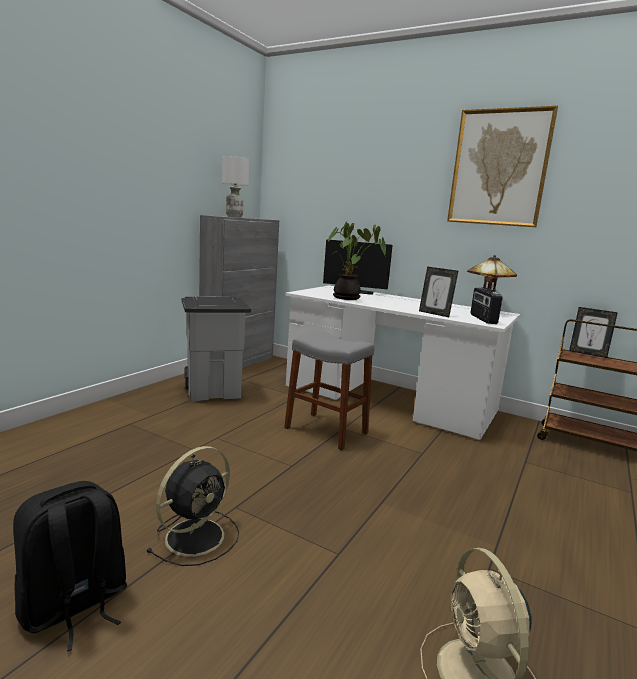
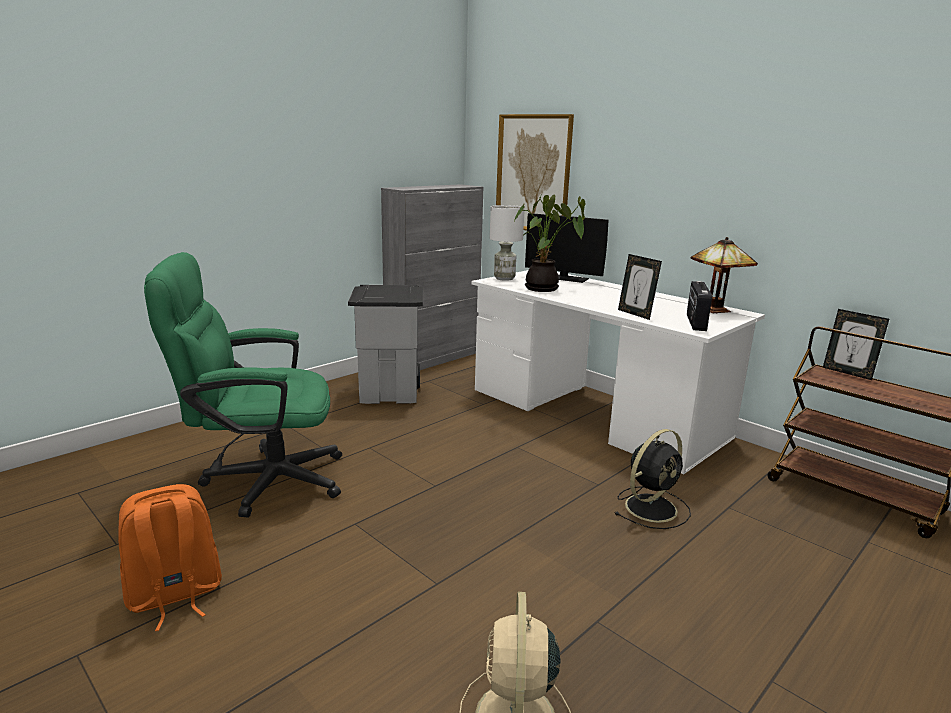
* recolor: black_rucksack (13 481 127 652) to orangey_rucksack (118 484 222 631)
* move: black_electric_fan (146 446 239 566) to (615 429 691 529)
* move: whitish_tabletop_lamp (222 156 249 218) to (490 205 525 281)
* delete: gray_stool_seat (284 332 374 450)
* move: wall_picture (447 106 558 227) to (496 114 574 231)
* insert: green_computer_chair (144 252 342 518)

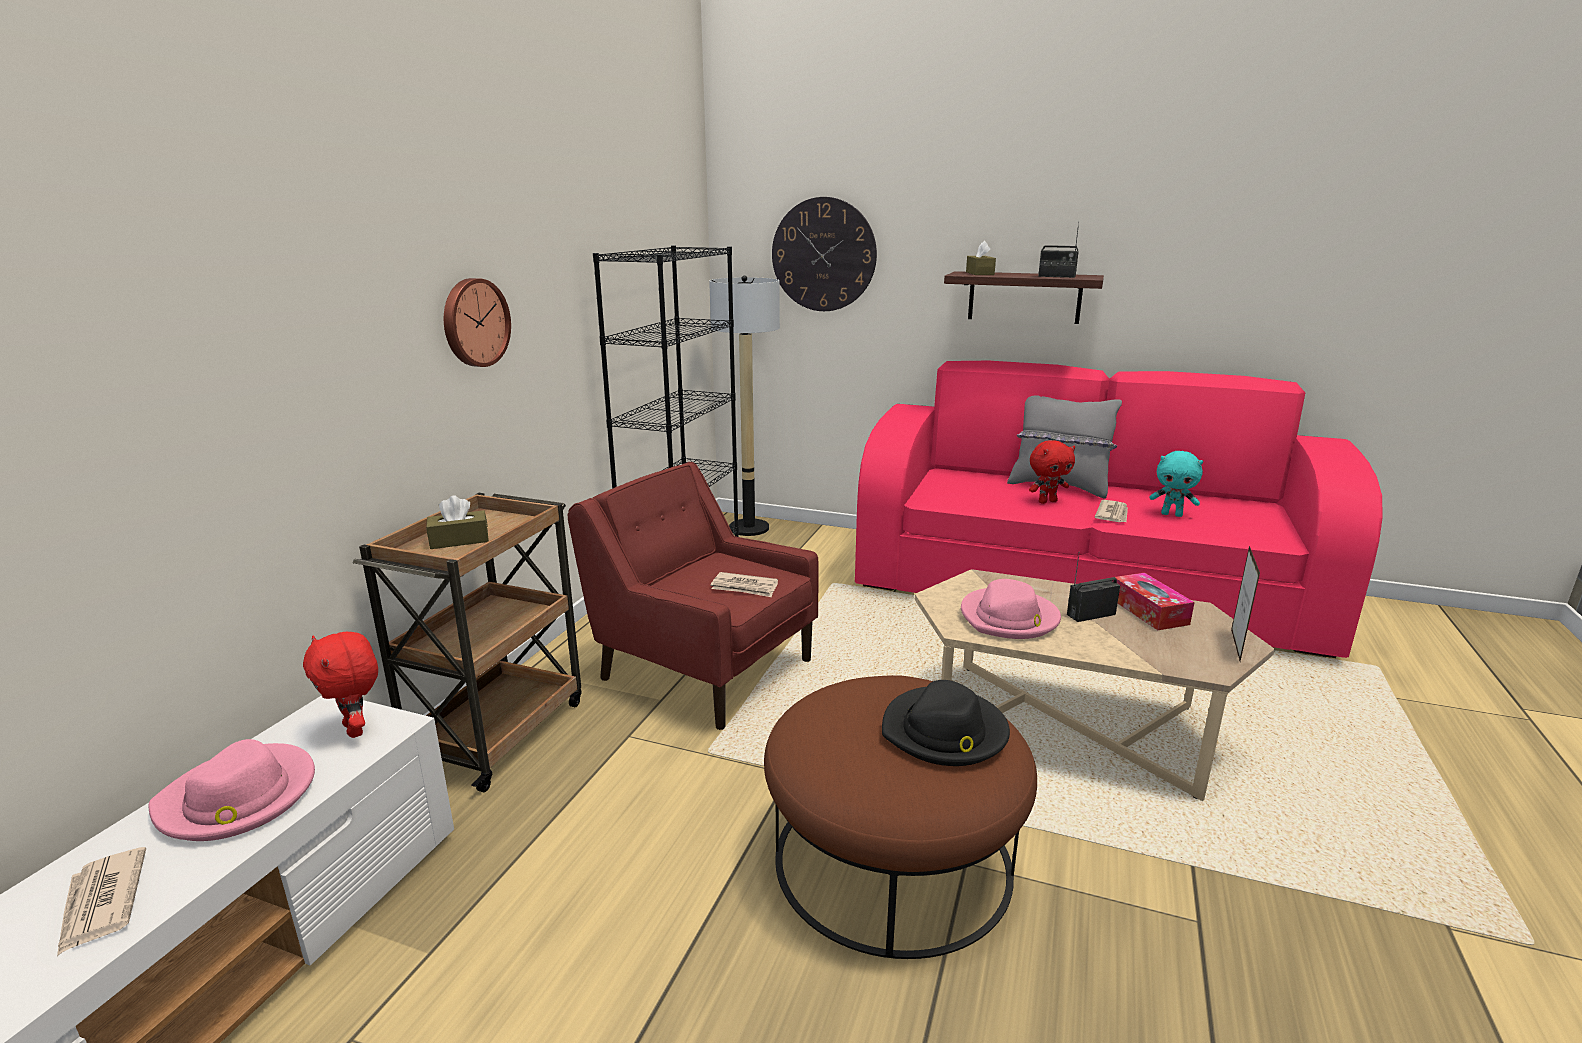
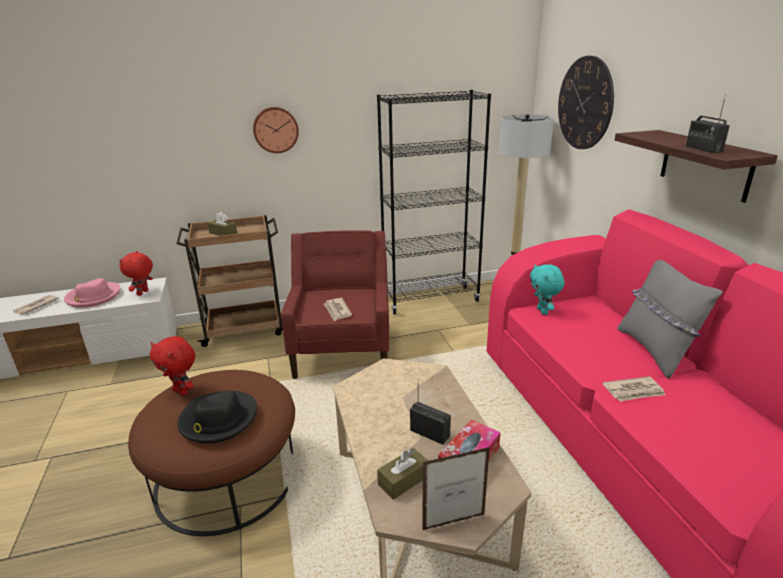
* delete: pink_wearable_hat (961 579 1061 639)
* move: brown-coloured_tissue_box (966 241 996 275) to (377 448 428 500)
* move: red_soft_toy (1029 440 1075 504) to (150 336 195 396)
* move: turquoise_soft_toy (1150 451 1203 517) to (530 264 564 315)

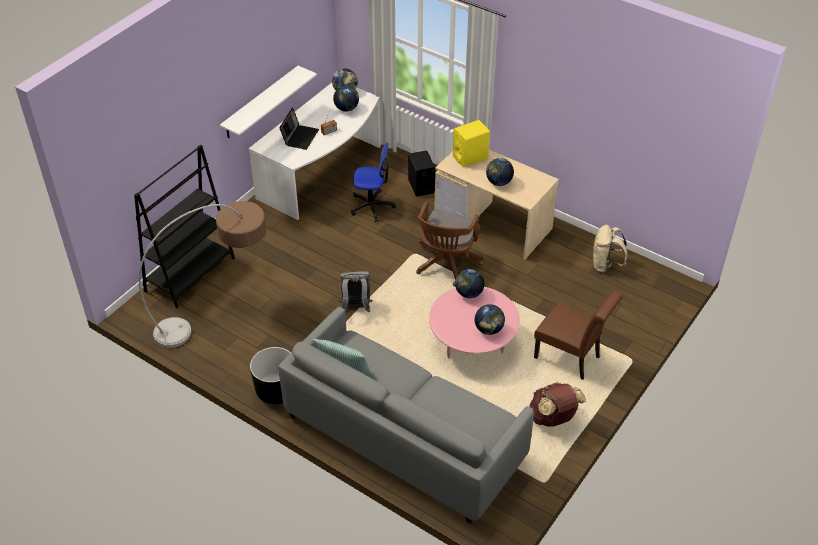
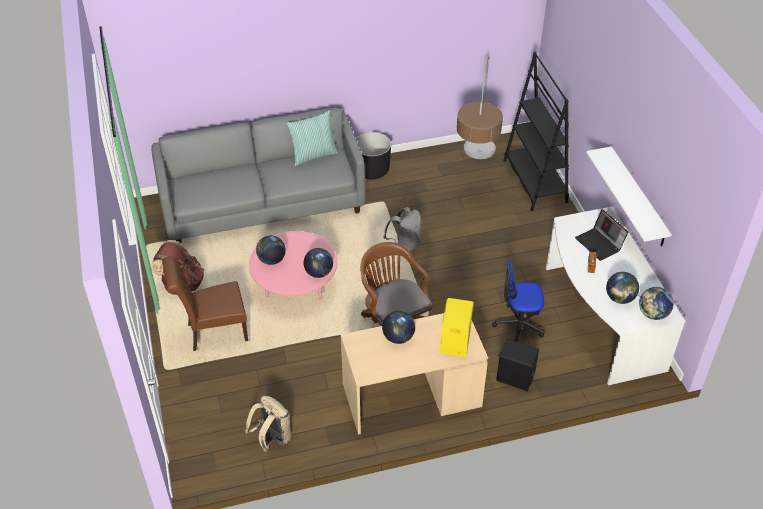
* rotate: computer_chair (351 143 396 222) = (492 259 545 342) 45 degrees clockwise

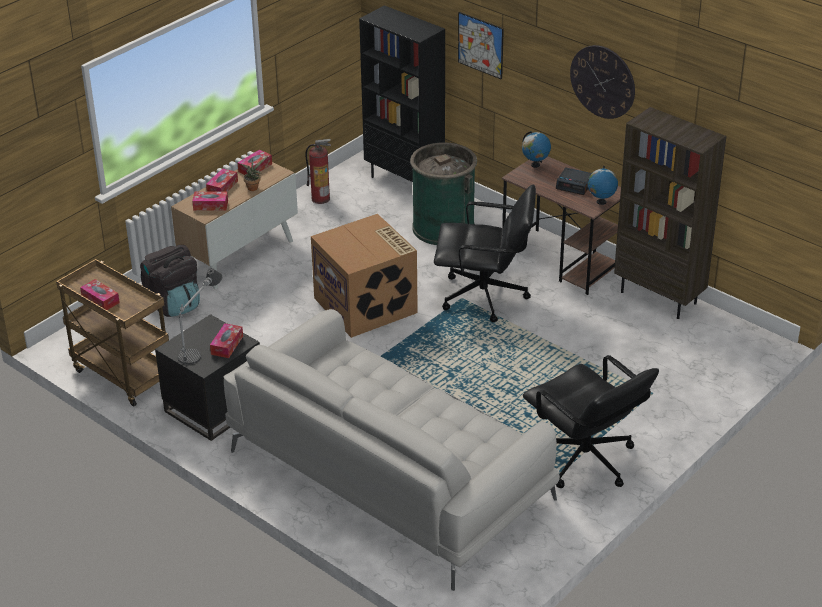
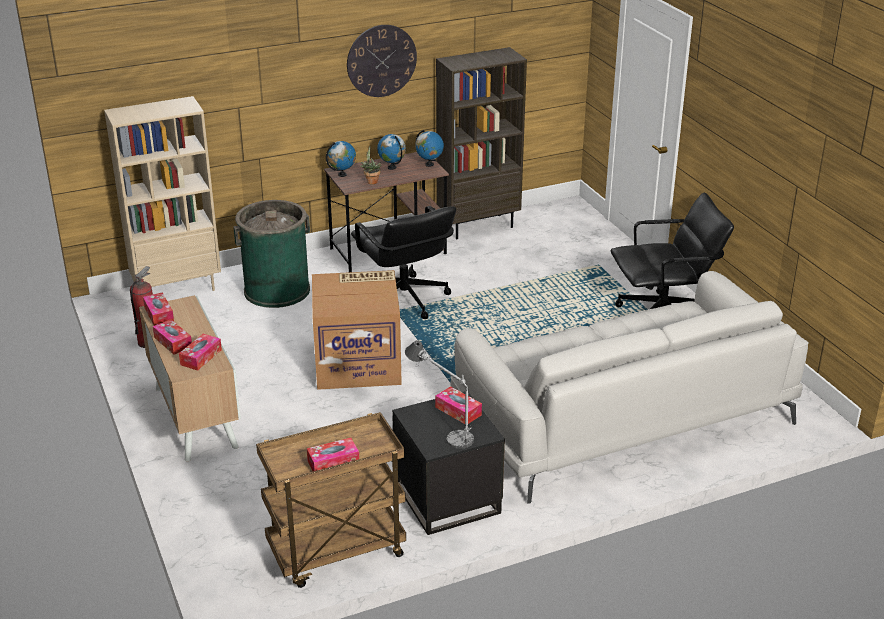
* delete: black_rucksack (140 245 200 317)
* move: houseplant (241 156 268 191) to (360 146 381 185)
* recolor: black_bookcase (359 5 445 182) to beige_bookcase (104 96 221 291)
* rotate: black_computer_chair (434 185 536 322) = (351 206 456 319) 120 degrees clockwise
* delete: wall_picture (458 12 504 80)
* replace: table_clock (556 167 592 195) to world_globe (377 134 406 170)

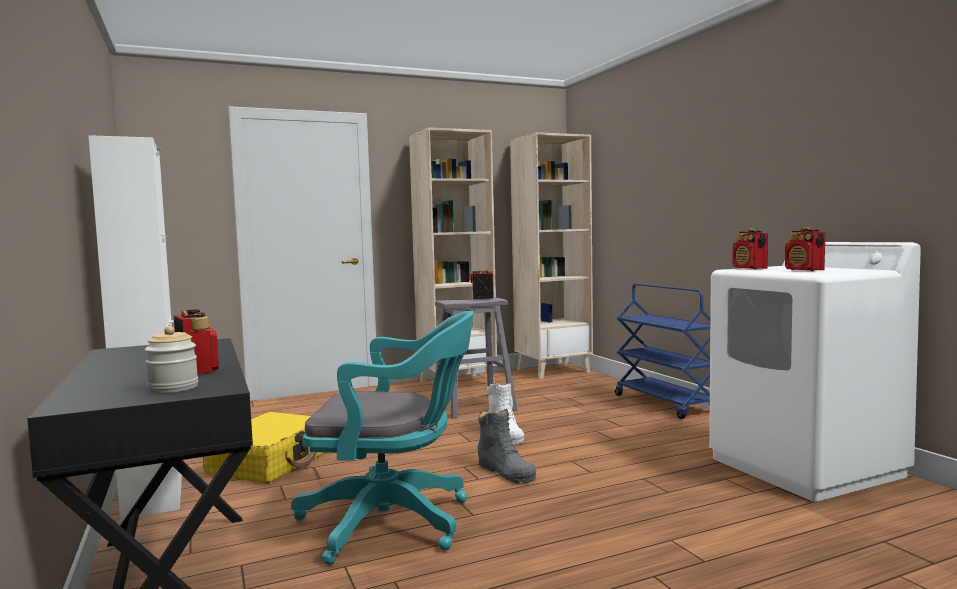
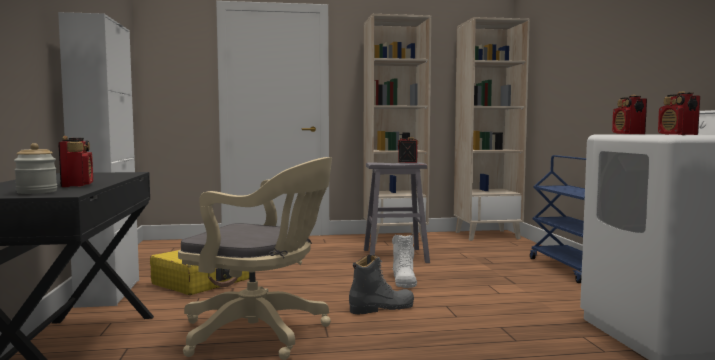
* recolor: turquoise_computer_chair (291 311 474 565) to beige_computer_chair (178 157 332 360)
* rotate: gray_boot (478 409 536 483) = (349 255 414 314) 90 degrees counterclockwise

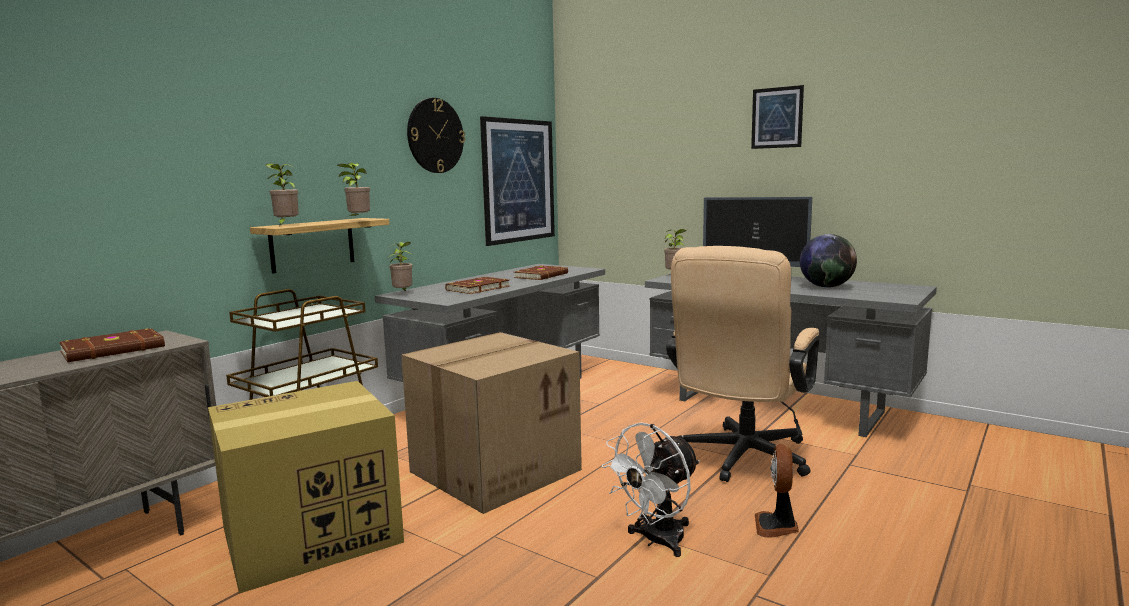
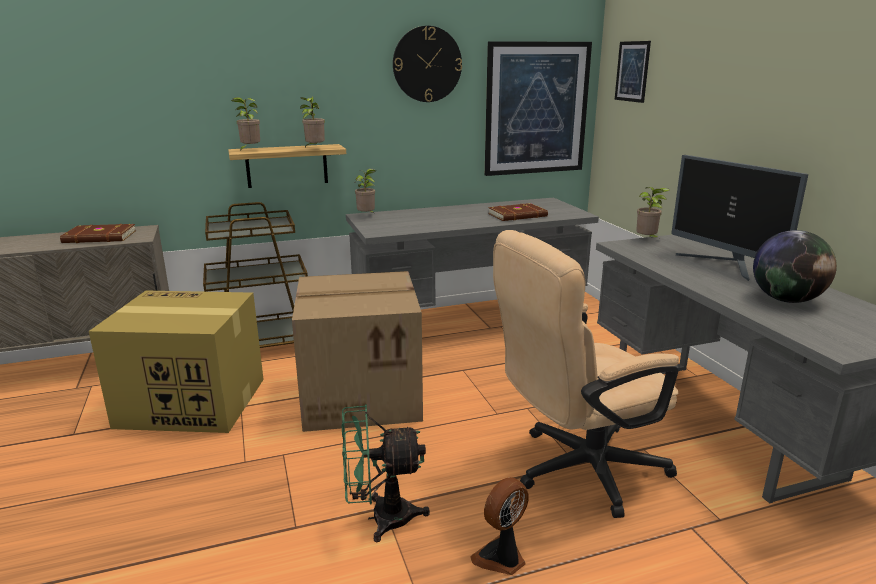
* delete: brown-coloured_bound_book (445 277 509 294)
* recolor: whitish_electric_fan (602 422 700 557) to green_electric_fan (342 405 430 542)
* move: wall_picture (751 85 804 149) to (614 41 651 103)

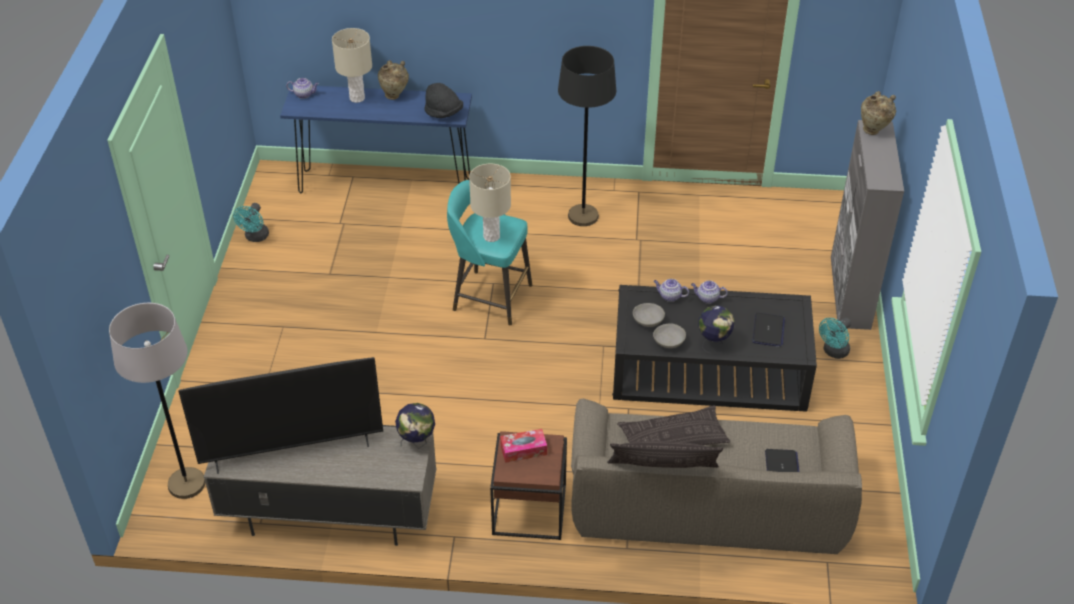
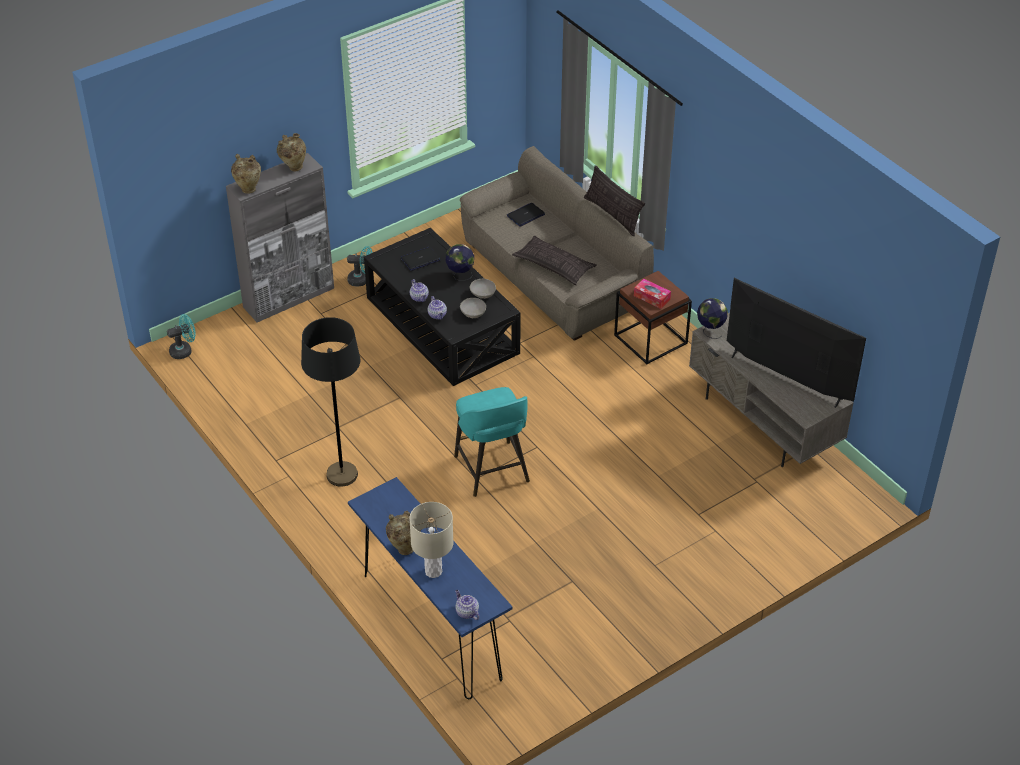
* delete: gray_standing_lamp (109 303 205 499)
* move: turquoise_electric_fan (233 203 269 242) to (167 314 196 359)
* delete: black_wearable_hat (424 83 463 118)
* delete: beige_tabletop_lamp (469 164 511 242)
* insert: beige_vase (277 133 306 171)

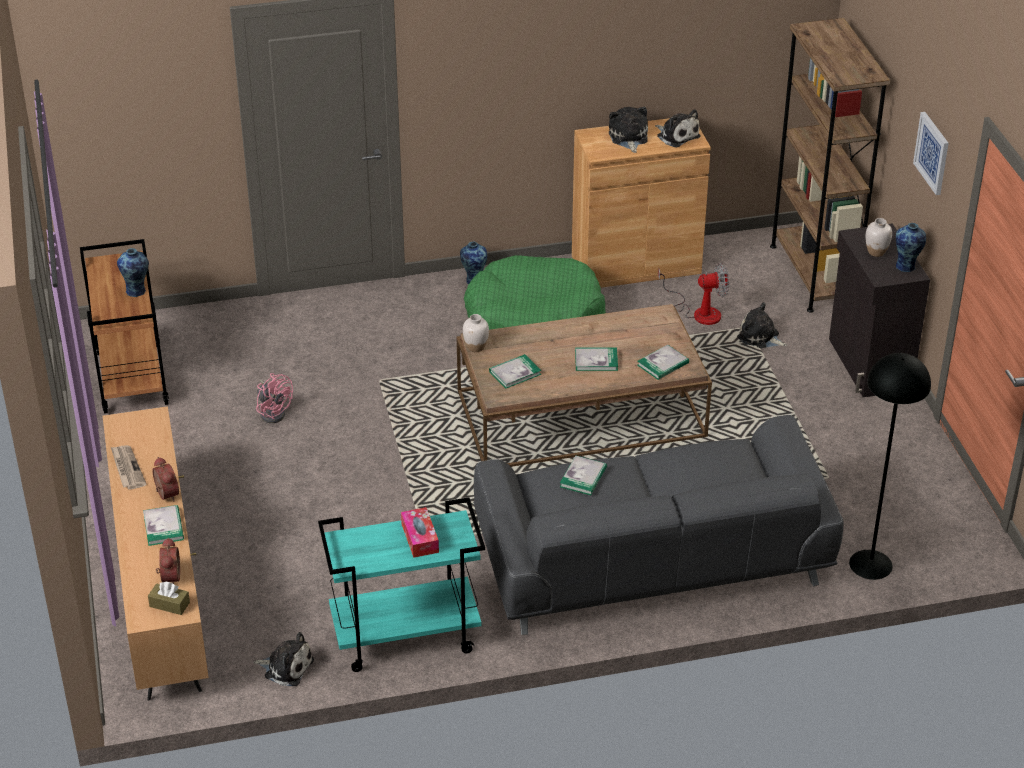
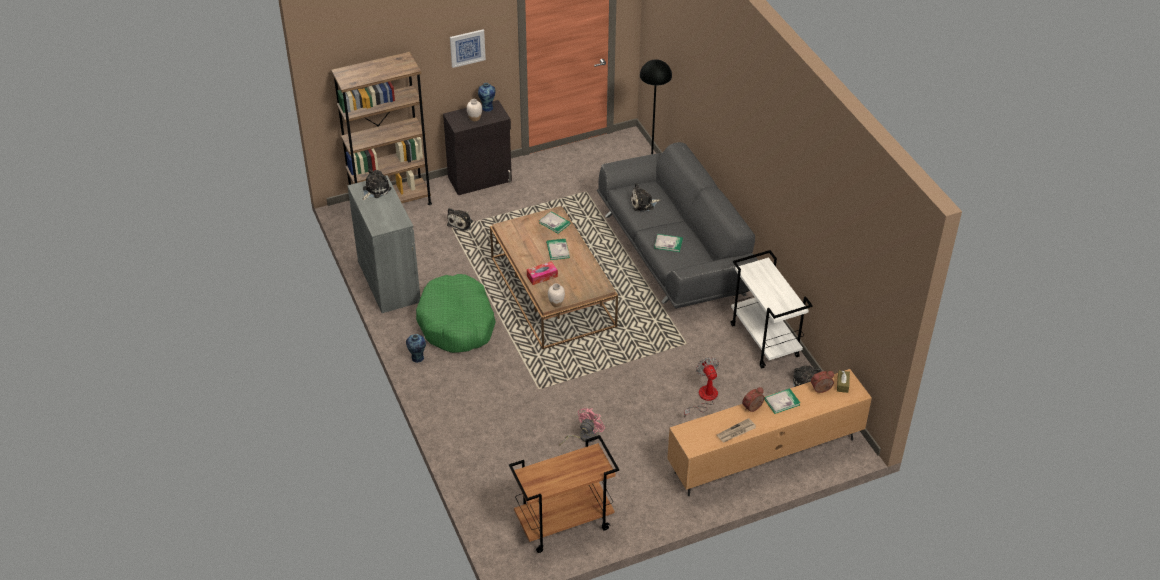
* delete: vase (117 248 149 297)
* recolor: turquoise_trolley (318 497 485 672) to whitish_trolley (731 250 813 368)
* move: tissue_box (401 507 439 558) to (527 261 558 285)
* delete: bound_book (489 354 542 388)
* recolor: brown-coloured_cupboard (572 118 711 288) to gray_cupboard (348 175 420 313)
* move: soft_toy (609 107 648 153) to (630 183 660 212)
* move: electric_fan (658 263 729 325) to (684 357 719 418)

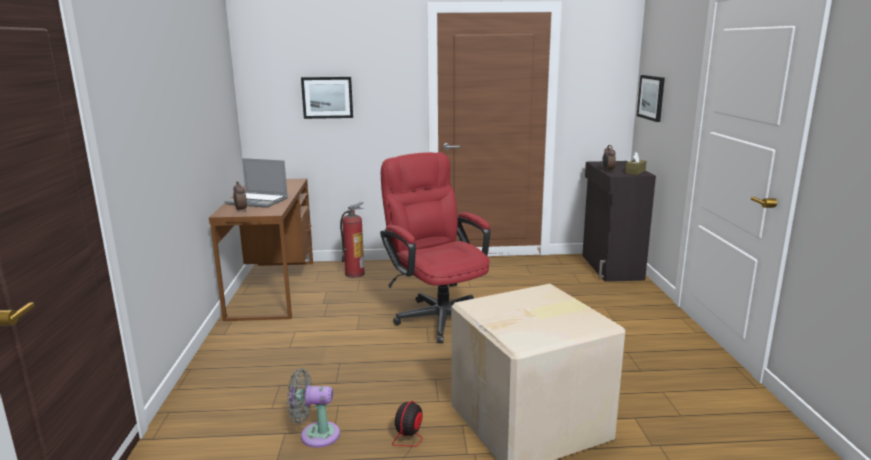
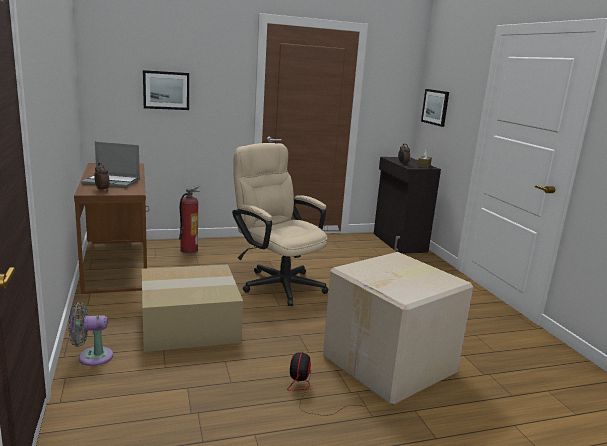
* move: gray_electric_fan (287 368 340 448) to (69 302 113 366)
* recolor: red_computer_chair (380 152 491 344) to beige_computer_chair (232 143 328 306)
* insert: carton (142 265 243 352)

